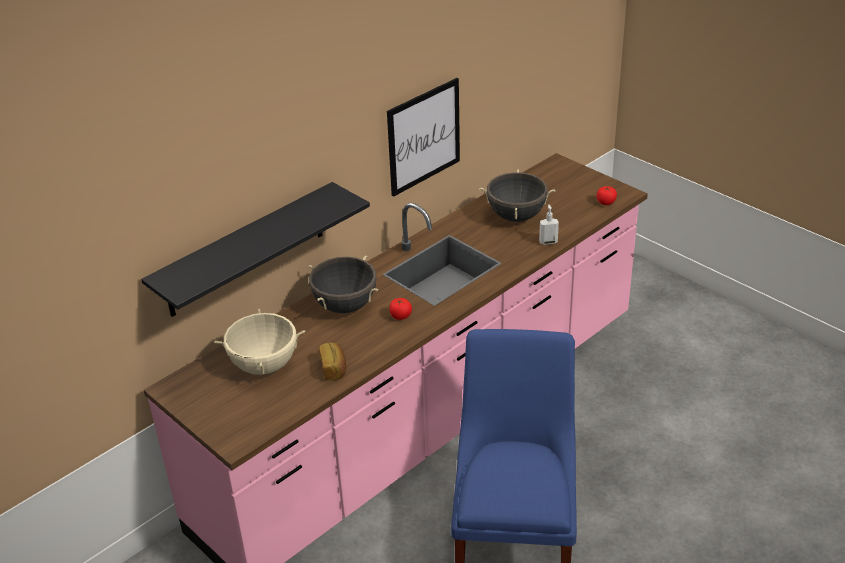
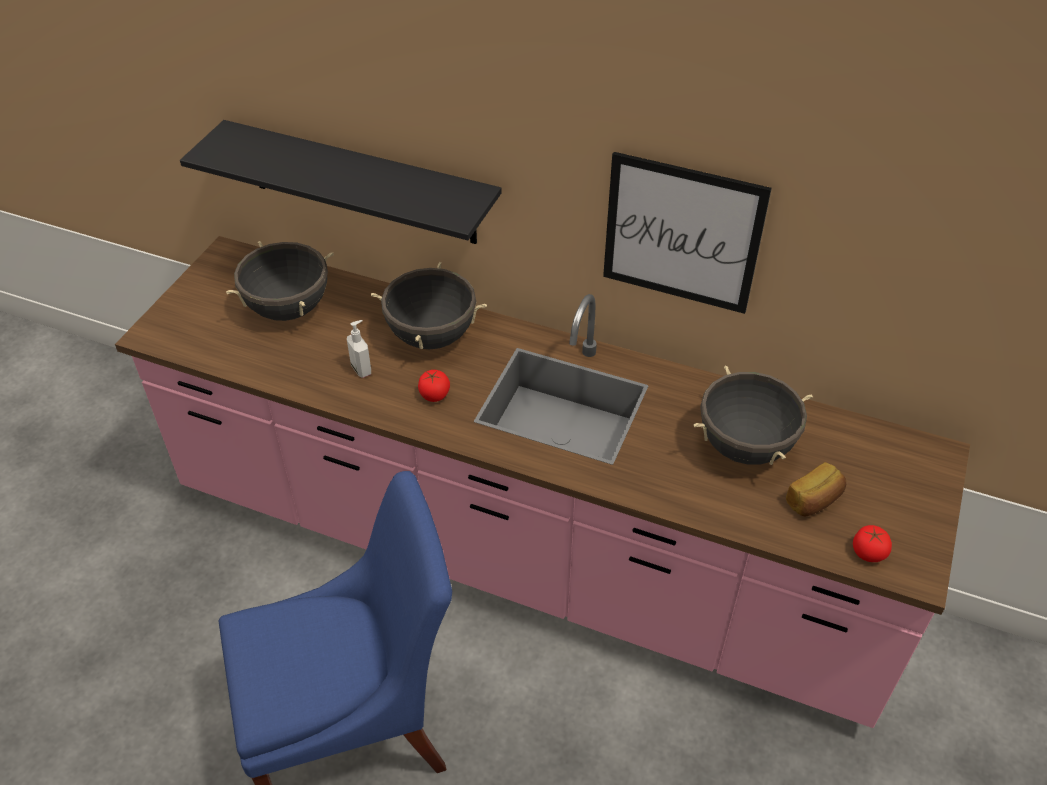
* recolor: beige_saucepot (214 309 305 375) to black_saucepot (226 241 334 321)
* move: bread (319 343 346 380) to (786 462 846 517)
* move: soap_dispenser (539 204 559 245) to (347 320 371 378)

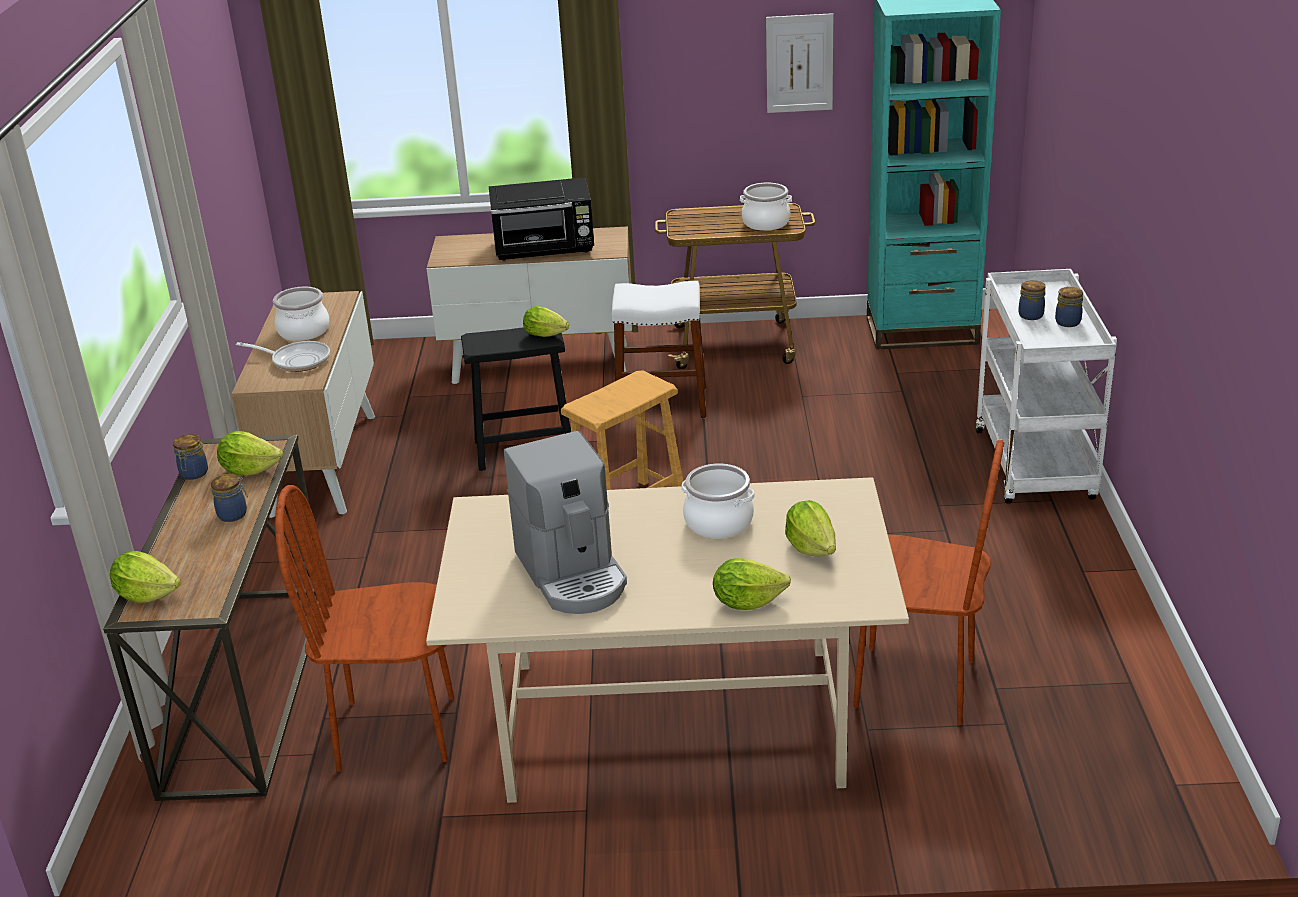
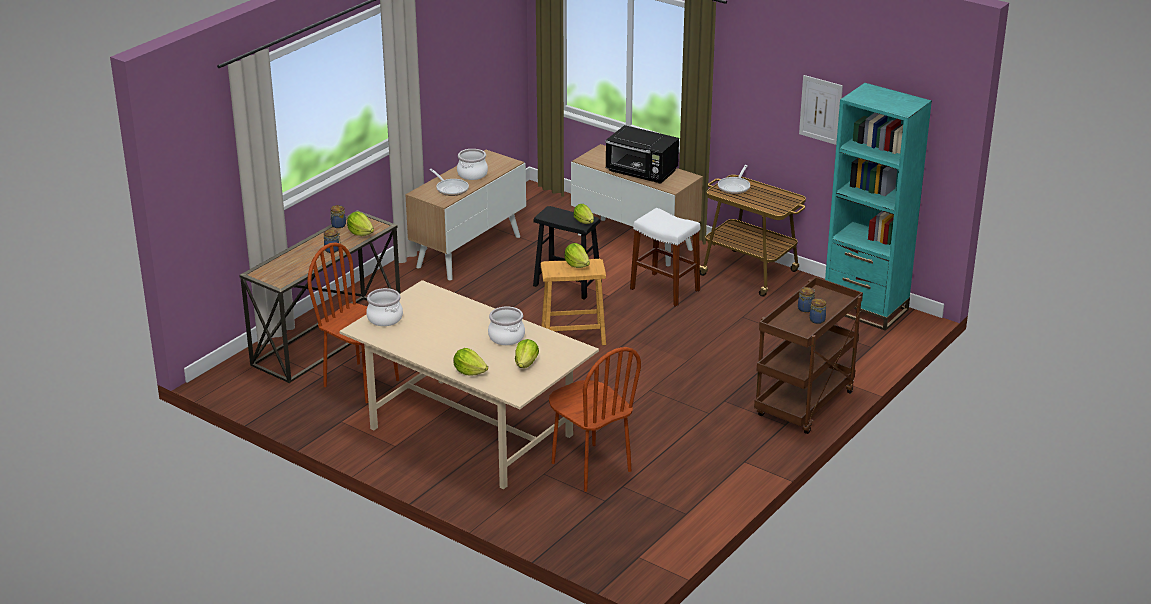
* move: lettuce (110 551 181 603) to (564 243 590 268)
* delete: coffee_brewer (504 431 627 614)
* move: saucepot (740 183 792 231) to (366 288 403 326)
* recolor: whitish_trolley (975 269 1117 504) to brown-coloured_trolley (754 277 863 434)
* insert: pan (718 165 750 194)

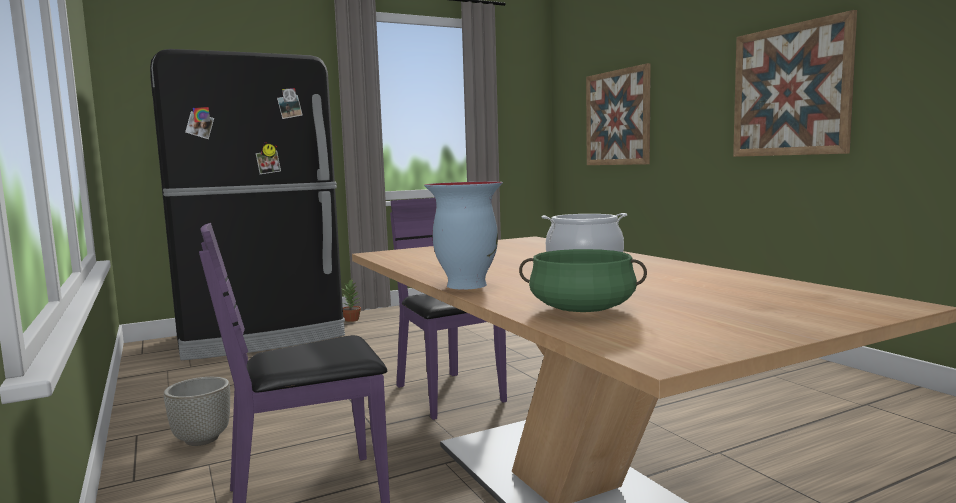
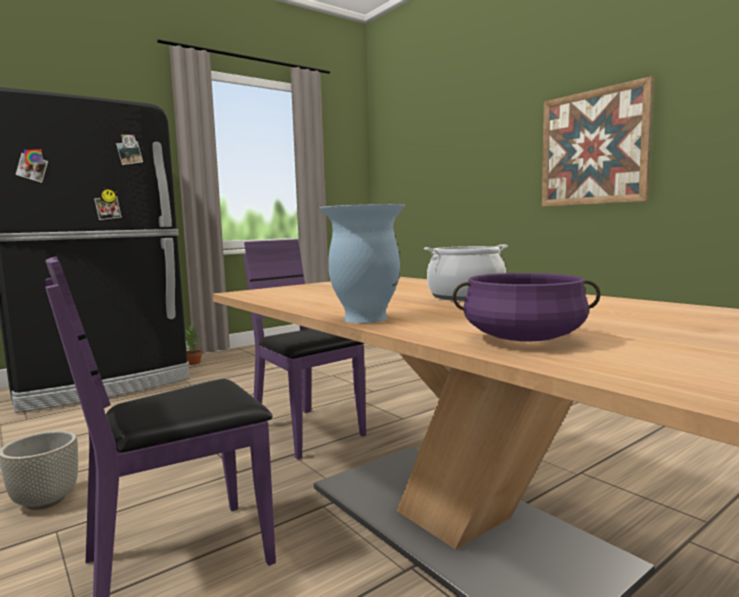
* recolor: green_saucepot (519 249 647 312) to purple-coloured_saucepot (453 273 600 342)
* delete: wall_picture (586 63 651 165)

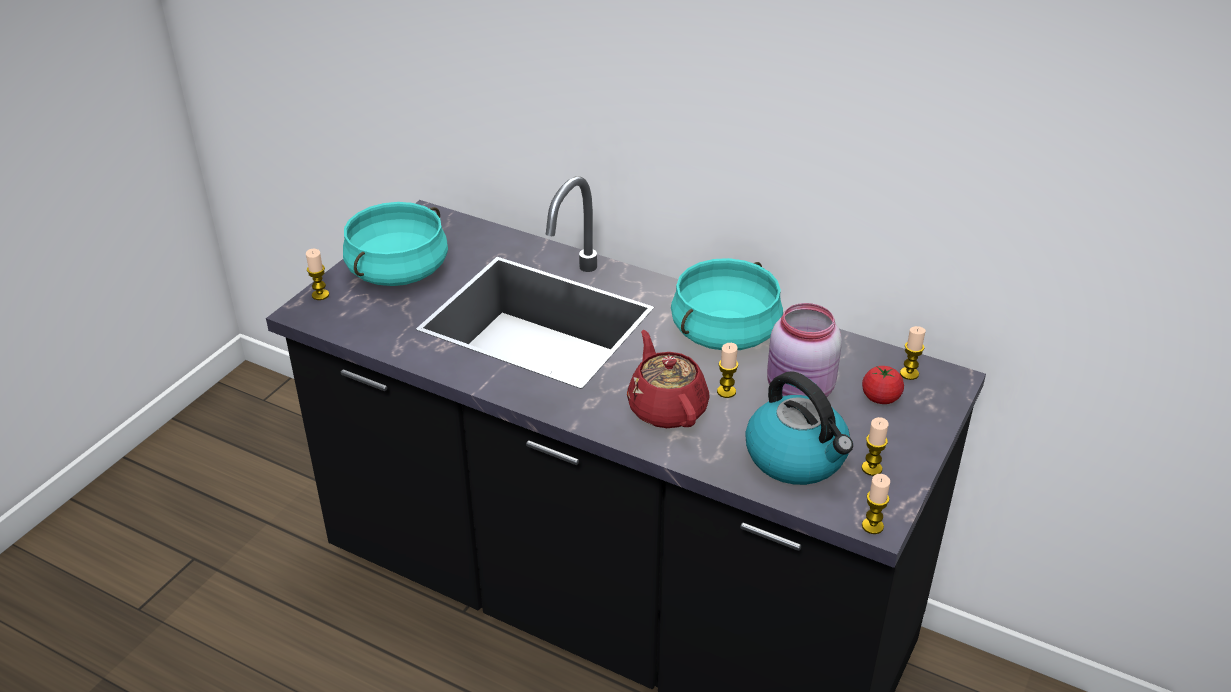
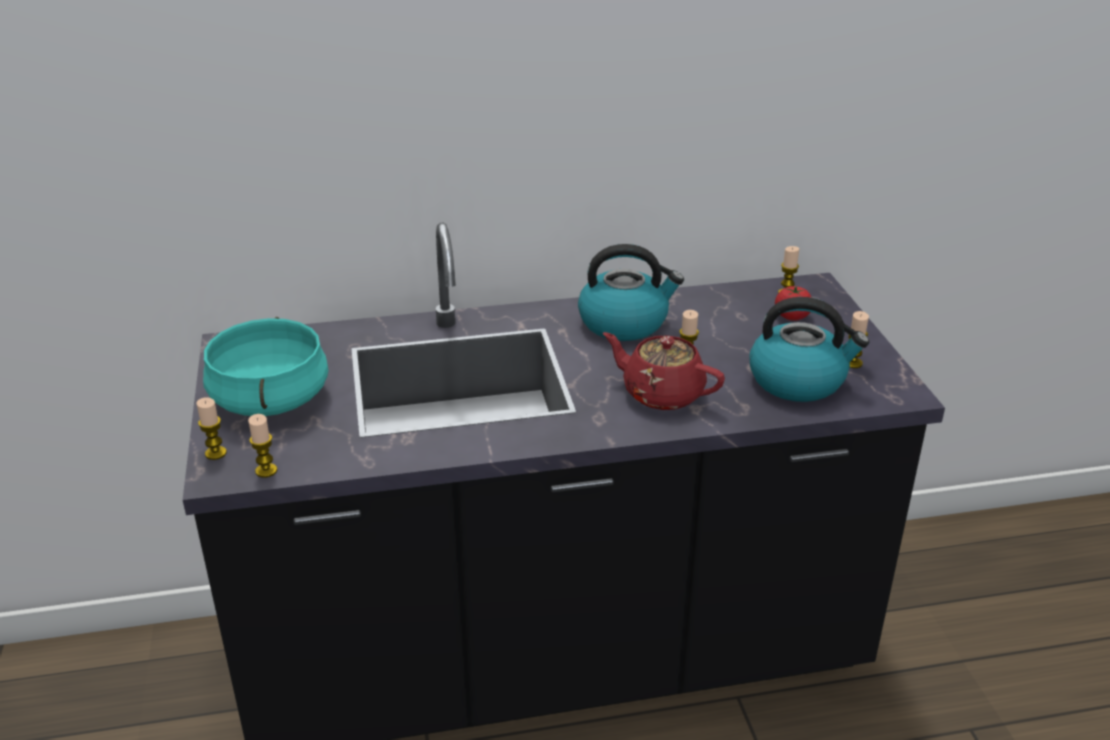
* replace: turquoise_saucepot (671 258 783 350) to tea_kettle (578 244 684 341)
* delete: pink_storage_jar (767 303 842 397)
* move: candle (862 474 890 534) to (248 414 277 478)

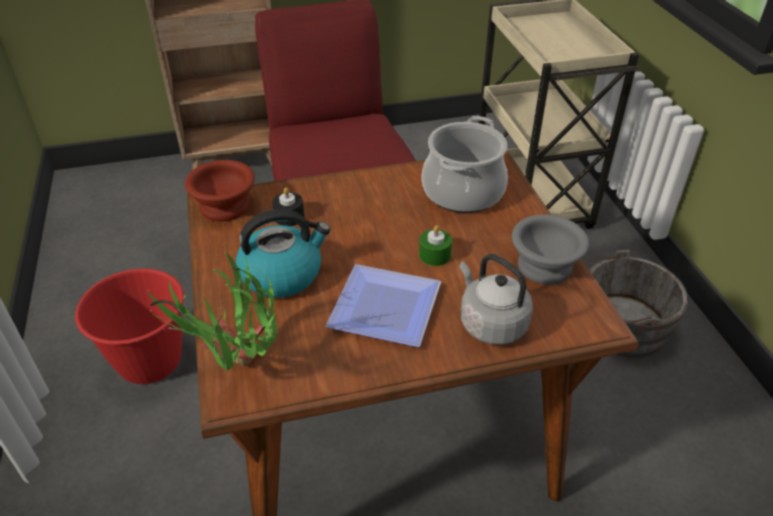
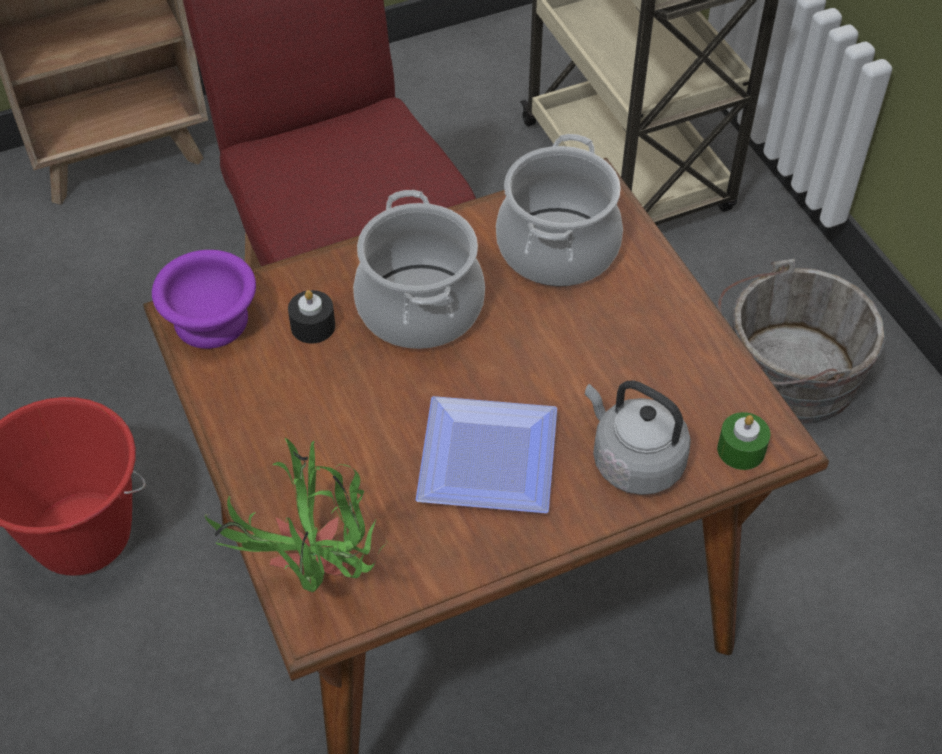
* recolor: brown-coloured_deep_dish (185 160 255 222) to purple-coloured_deep_dish (152 250 256 349)
* delete: tea_kettle (236 209 331 298)
* move: green_candle (419 225 452 266) to (717 412 770 470)
* delete: gray_deep_dish (512 215 589 285)
* insert: saucepot (353 190 485 349)

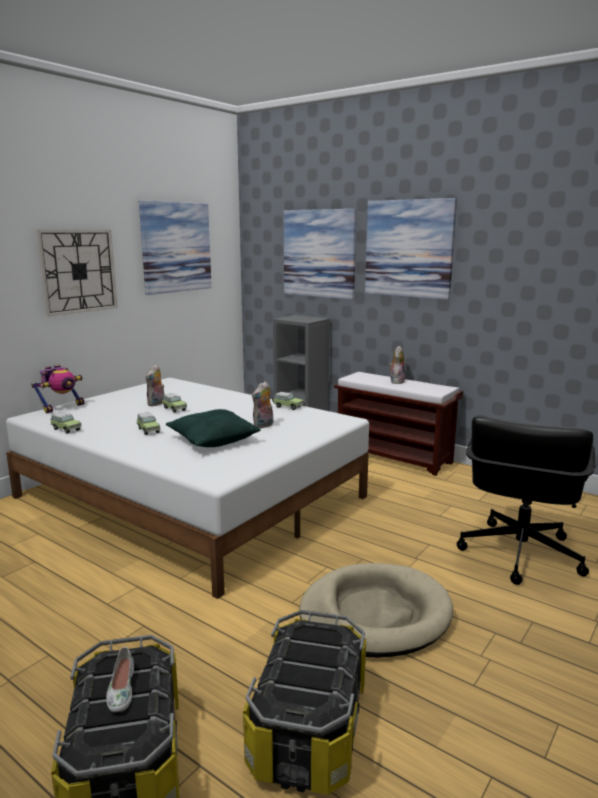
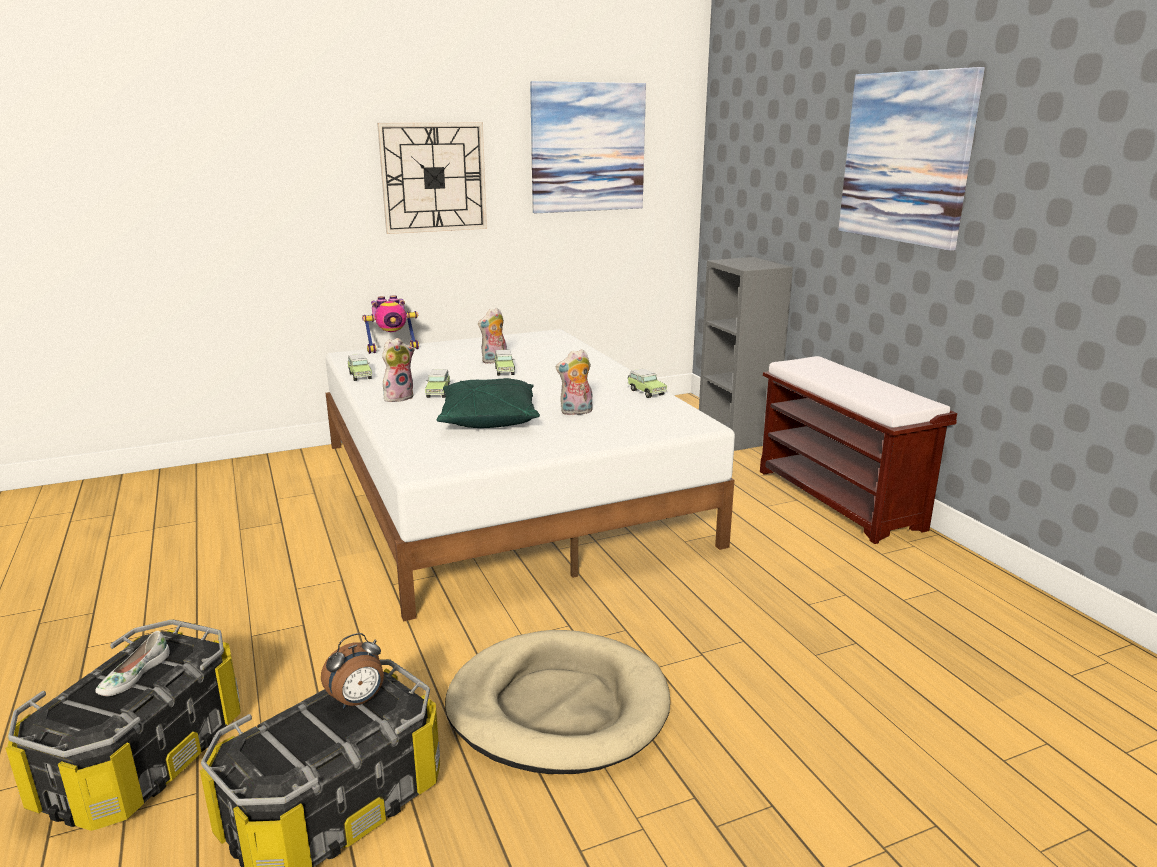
* delete: wall_picture (284 209 357 299)
* move: soft_toy (389 346 405 384) to (382 338 415 402)
* delete: black_computer_chair (457 416 595 585)
* insert: table_clock (321 633 384 709)

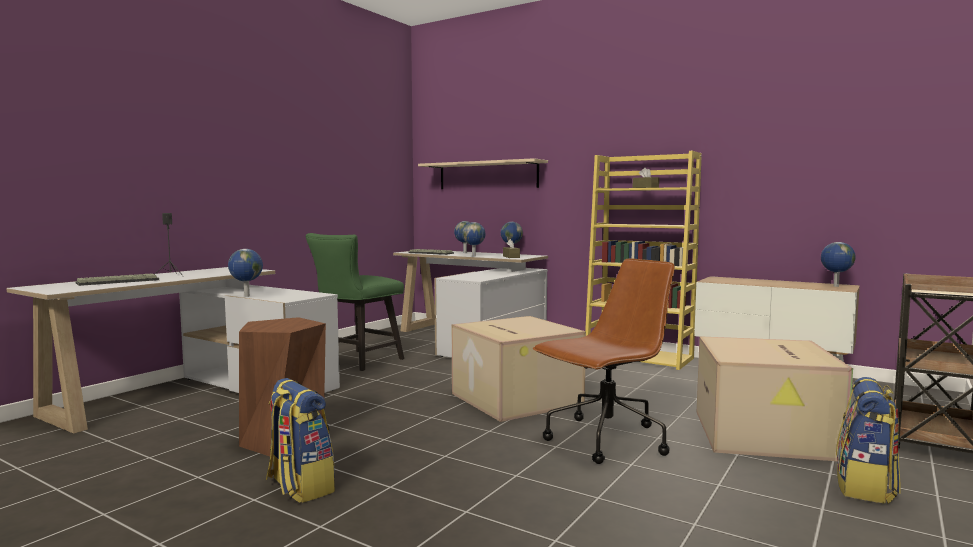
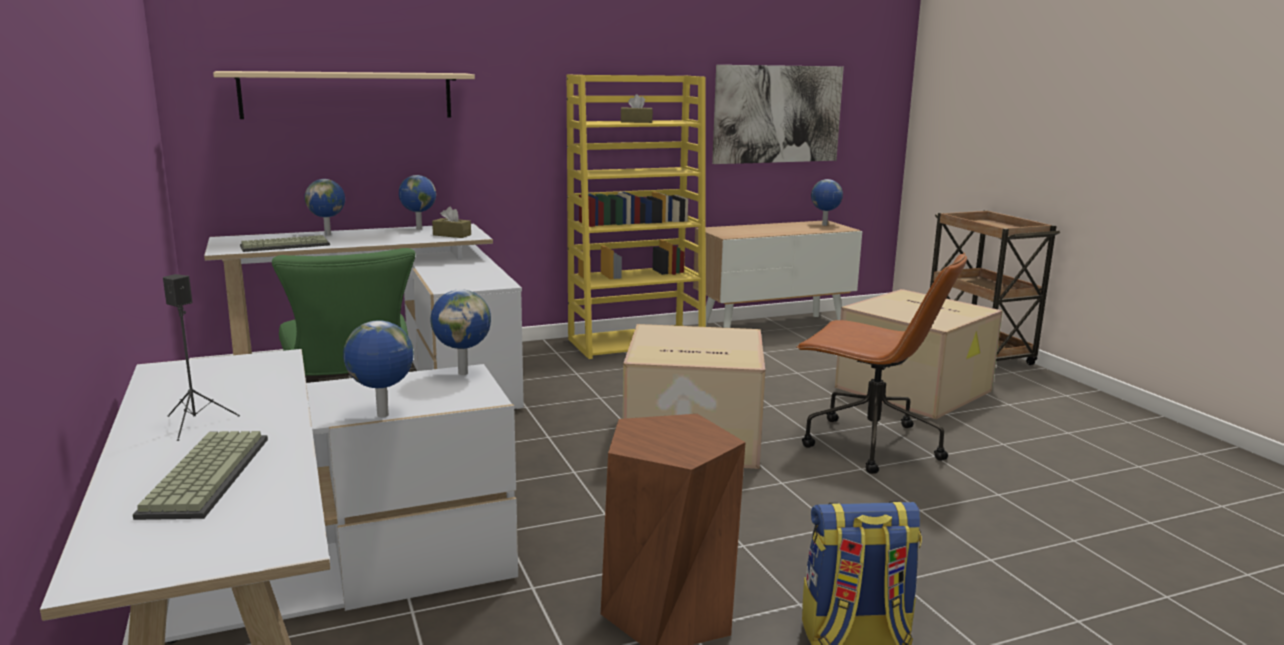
* move: world_globe (462 222 485 256) to (431 289 491 375)
* rotate: brown-coloured_computer_chair (533 258 675 464) = (796 253 967 474) 120 degrees clockwise
* delete: rucksack (836 377 900 504)
* insert: wall_picture (712 65 844 164)

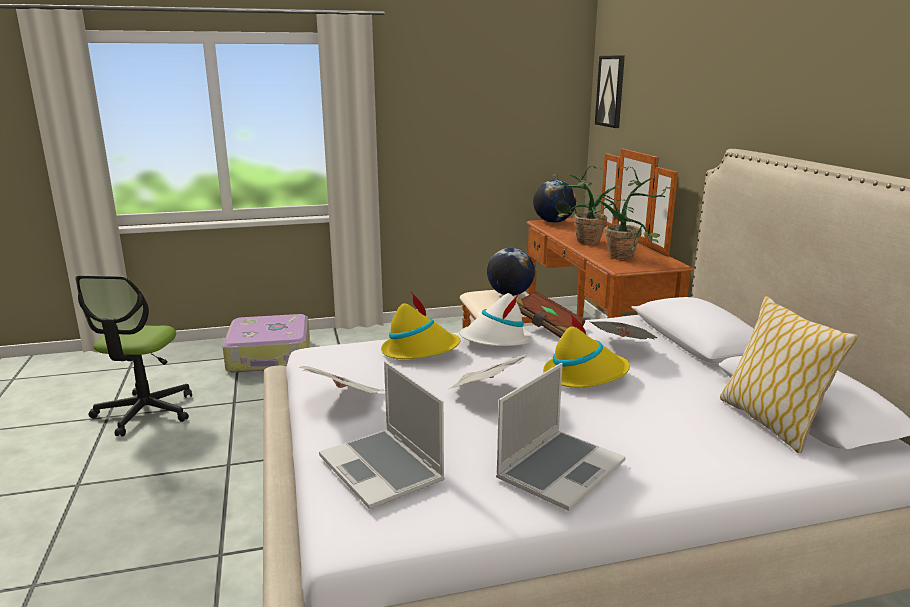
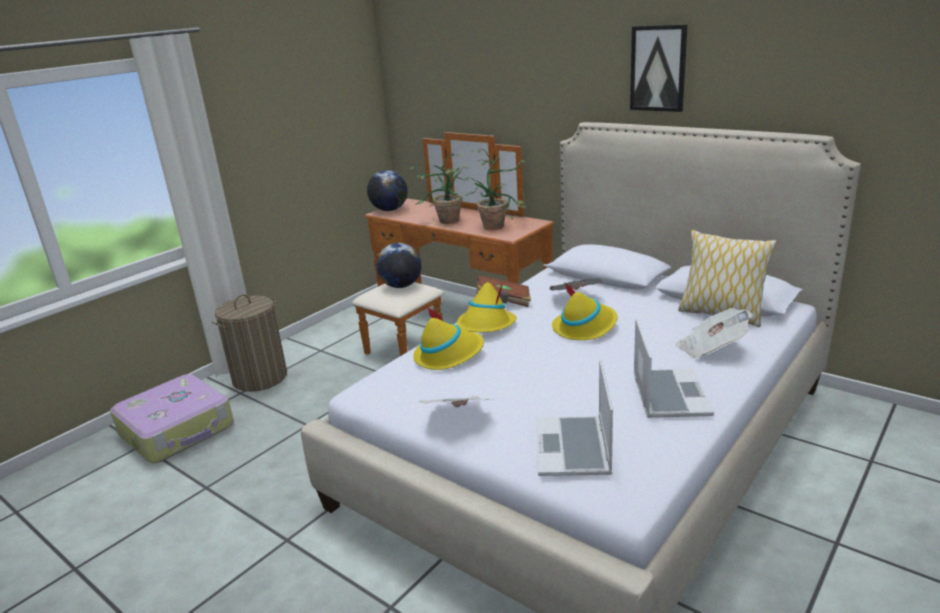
* delete: computer_chair (75 275 192 436)
* rotate: laptop (319 361 445 509) = (536 360 613 476) 75 degrees clockwise
* move: daily_paper (449 353 528 389) to (675 308 753 358)
* recolor: whitish_wearable_hat (459 293 533 346) to yellow-coloured_wearable_hat (457 281 517 332)
* move: wall_picture (595 55 625 128) to (630 24 688 112)
* insert: hamper (212 294 287 392)

